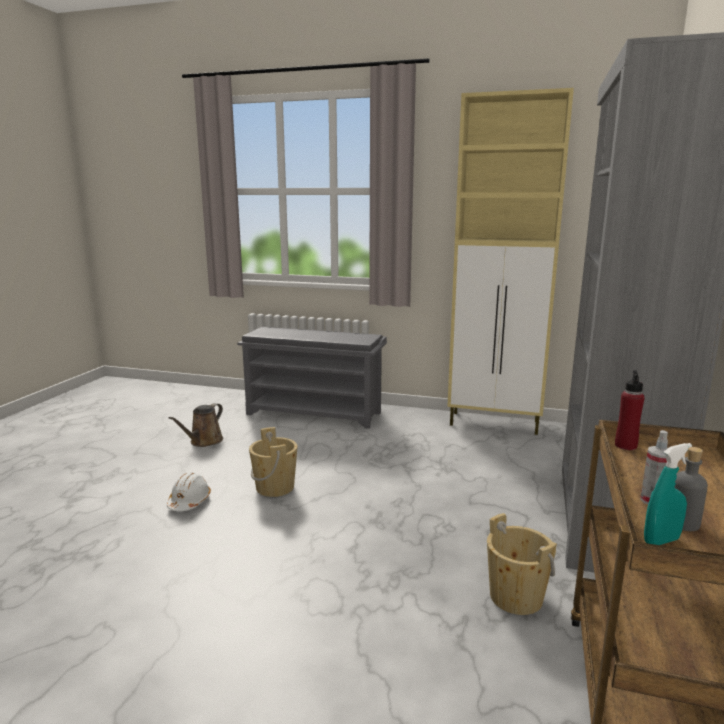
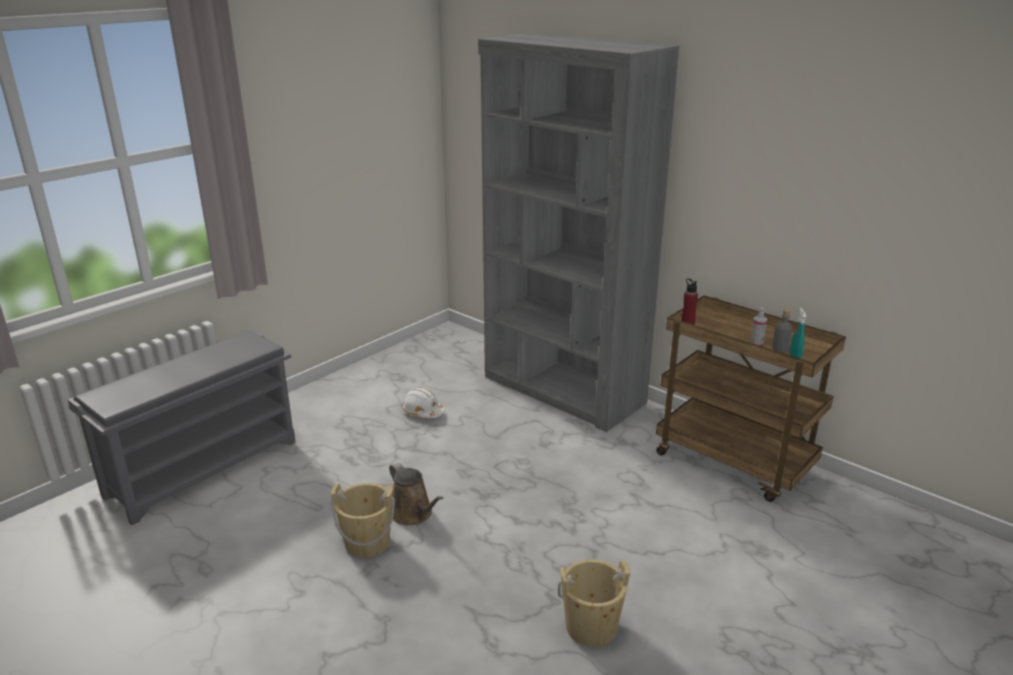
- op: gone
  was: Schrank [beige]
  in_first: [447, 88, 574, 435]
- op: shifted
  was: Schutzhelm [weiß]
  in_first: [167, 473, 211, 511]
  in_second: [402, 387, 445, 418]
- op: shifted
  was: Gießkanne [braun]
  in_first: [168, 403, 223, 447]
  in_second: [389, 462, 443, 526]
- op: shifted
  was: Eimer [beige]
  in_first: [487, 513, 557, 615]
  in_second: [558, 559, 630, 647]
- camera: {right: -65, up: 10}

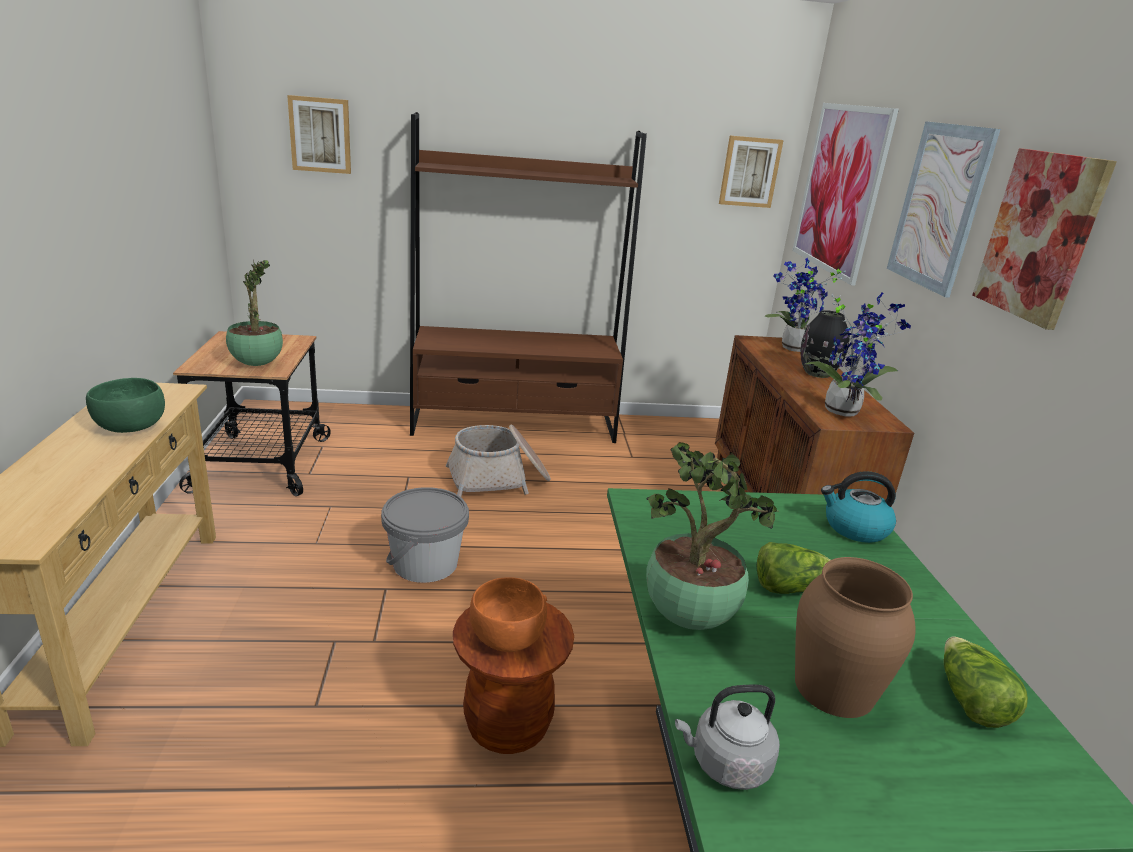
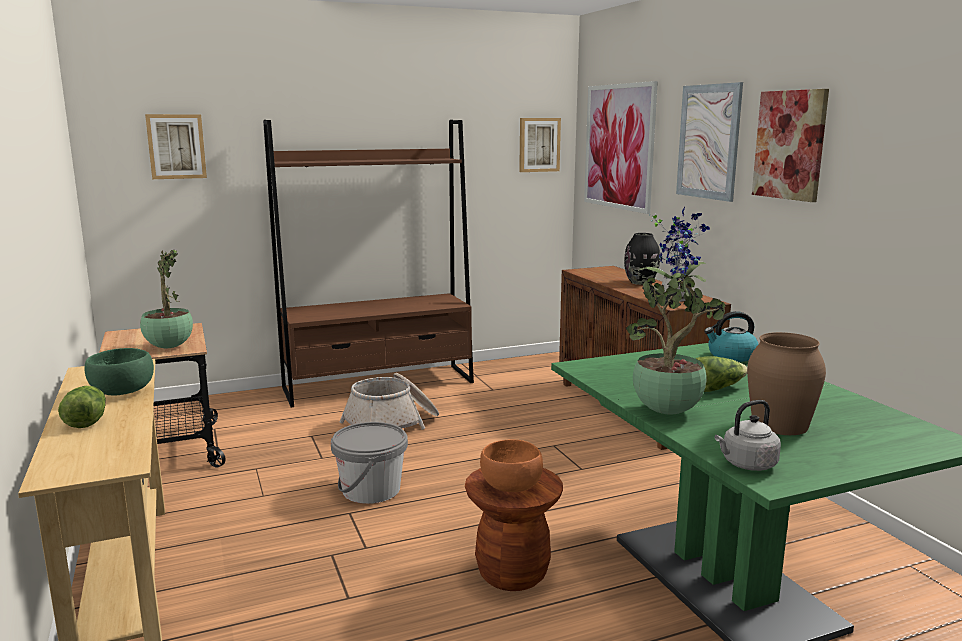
- op: gone
  was: Topfpflanze
  in_first: [765, 258, 846, 352]
- op: shifted
  was: Salatkopf
  in_first: [944, 636, 1028, 728]
  in_second: [58, 386, 106, 428]
- camera: {right: -15, up: -10}

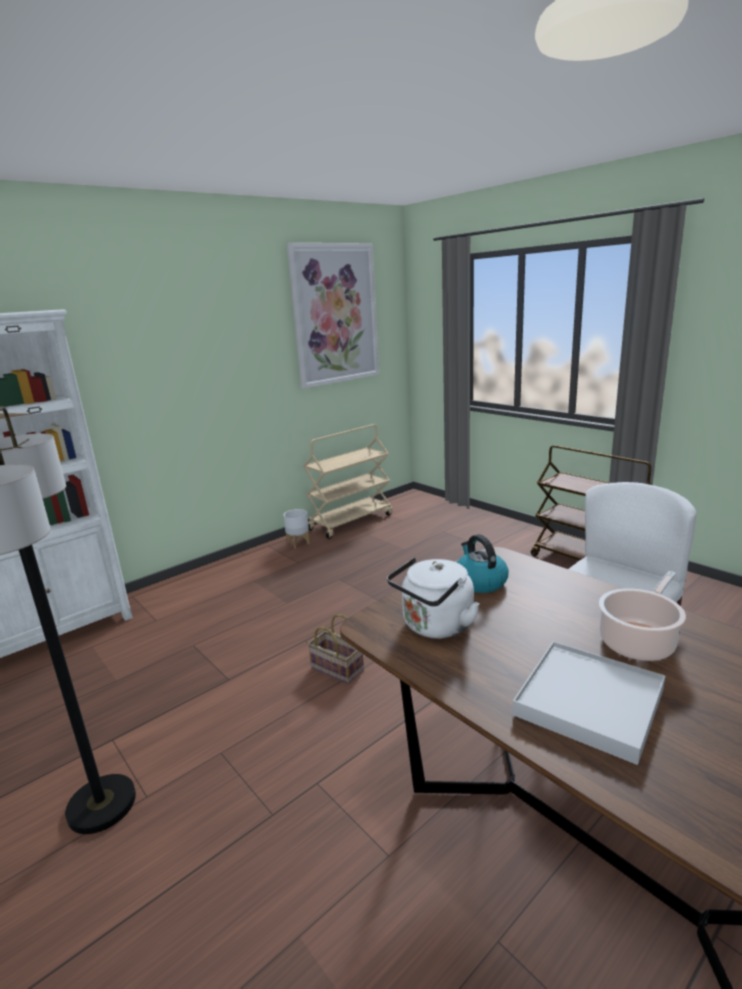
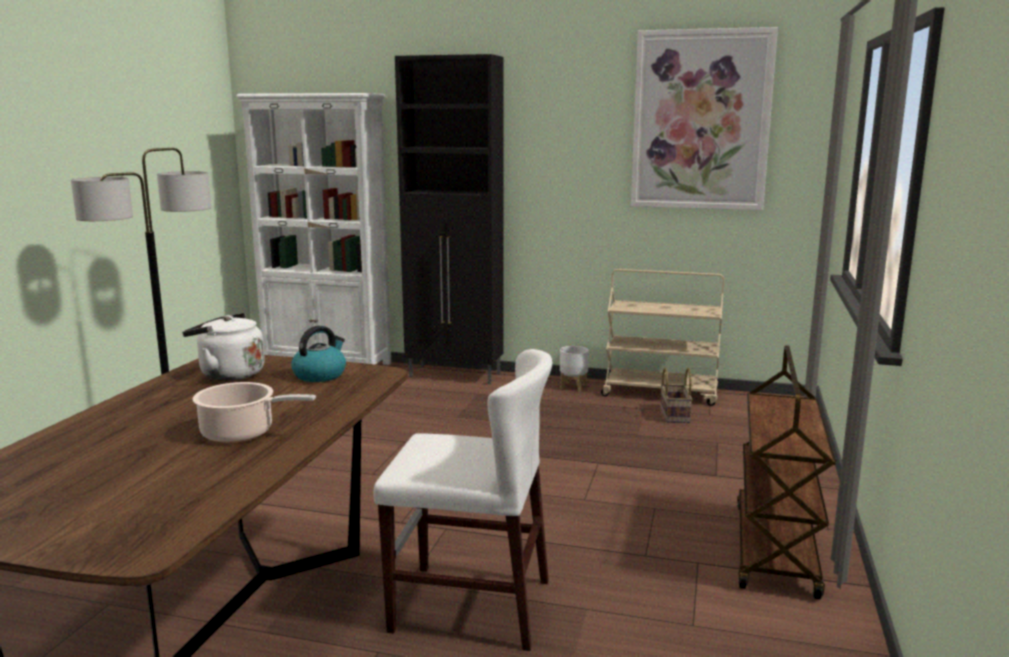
- op: gone
  was: Tablett [weiß]
  in_first: [513, 641, 665, 765]
- op: new
  now: Schrank [schwarz]
  in_second: [395, 54, 504, 384]
- op: shifted
  was: Korb
  in_first: [308, 614, 364, 684]
  in_second: [660, 368, 692, 423]
- camera: {right: 55, up: -5}

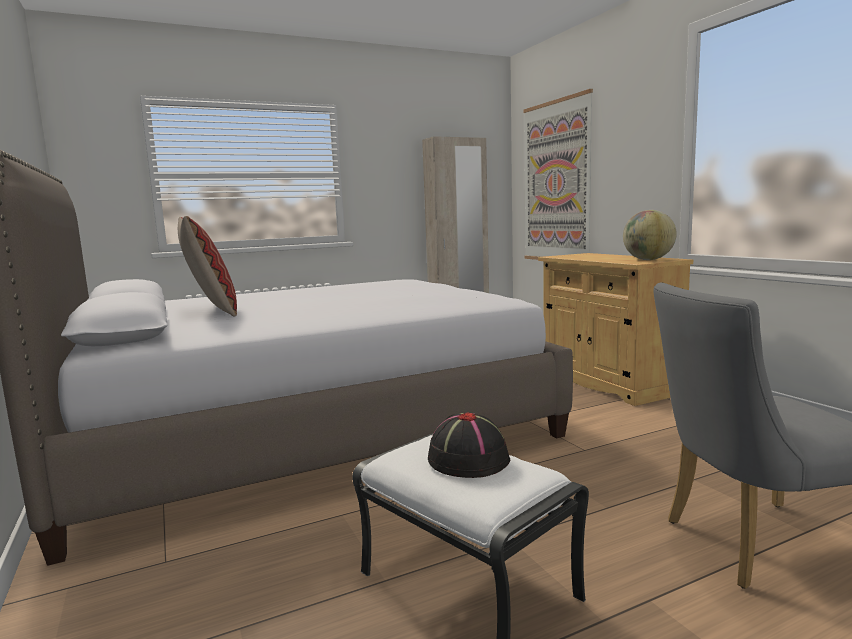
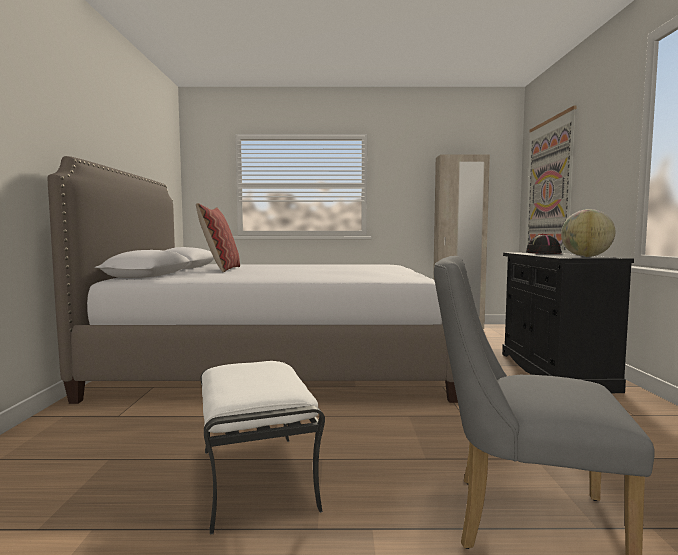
- op: shifted
  was: Hut [schwarz]
  in_first: [428, 412, 510, 478]
  in_second: [526, 234, 562, 254]
- op: repainted
  was: Schrank [beige]
  now: Schrank [schwarz]
  in_first: [538, 253, 693, 406]
  in_second: [502, 253, 634, 393]
- camera: {right: 25, up: -5}

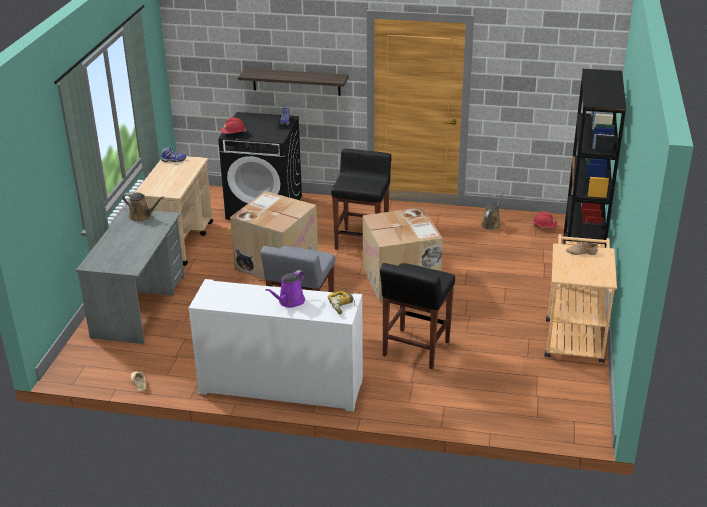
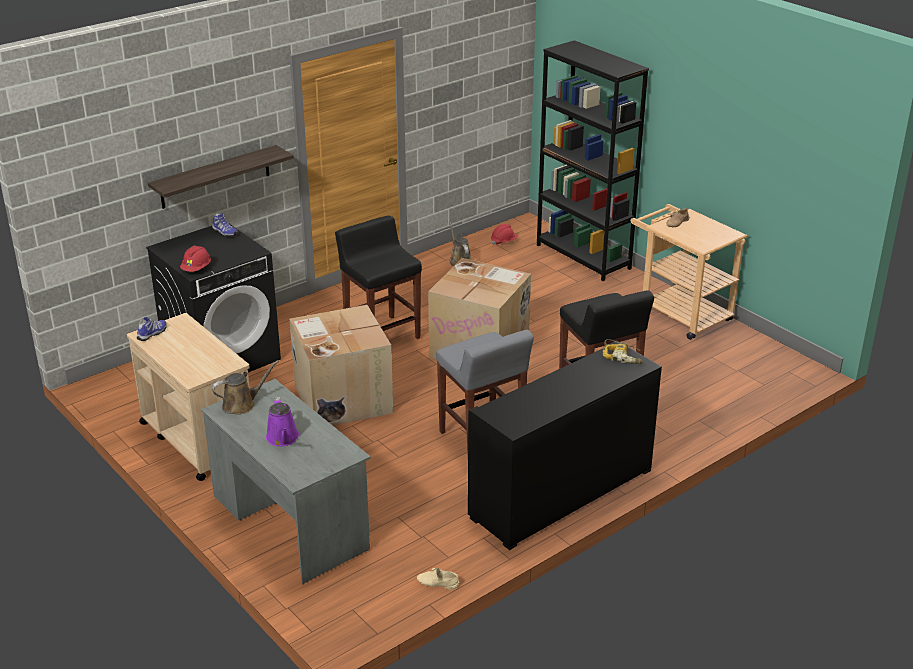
- op: shifted
  was: Gießkanne [lila]
  in_first: [265, 270, 305, 308]
  in_second: [266, 397, 299, 446]
- op: repainted
  was: Schrank [weiß]
  now: Schrank [schwarz]
  in_first: [189, 279, 363, 412]
  in_second: [468, 341, 662, 550]
- camera: {right: -50, up: 0}

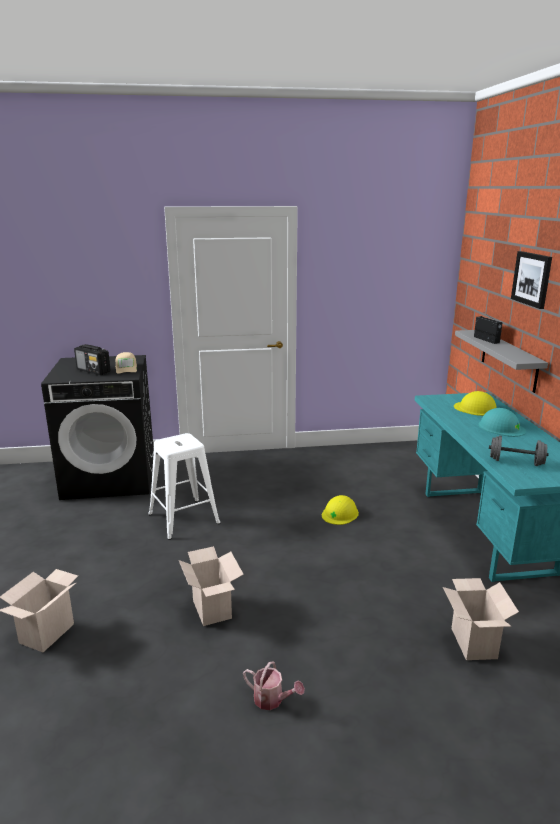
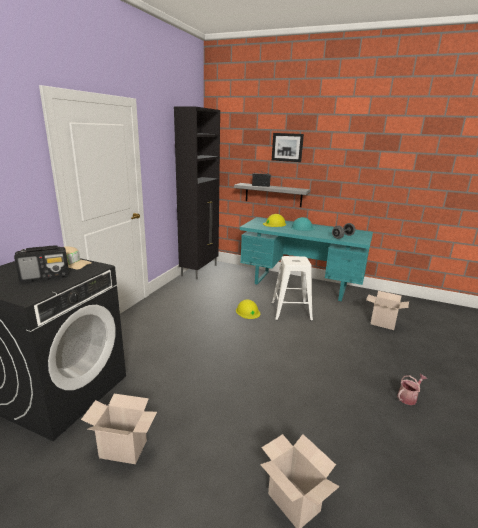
- op: new
  now: Schrank [schwarz]
  in_second: [174, 106, 220, 279]
- op: shifted
  was: Hocker [weiß]
  in_first: [148, 433, 221, 540]
  in_second: [272, 256, 313, 321]
- op: shifted
  was: Karton
  in_first: [179, 546, 244, 626]
  in_second: [81, 394, 157, 464]
- camera: {right: -60, up: 0}

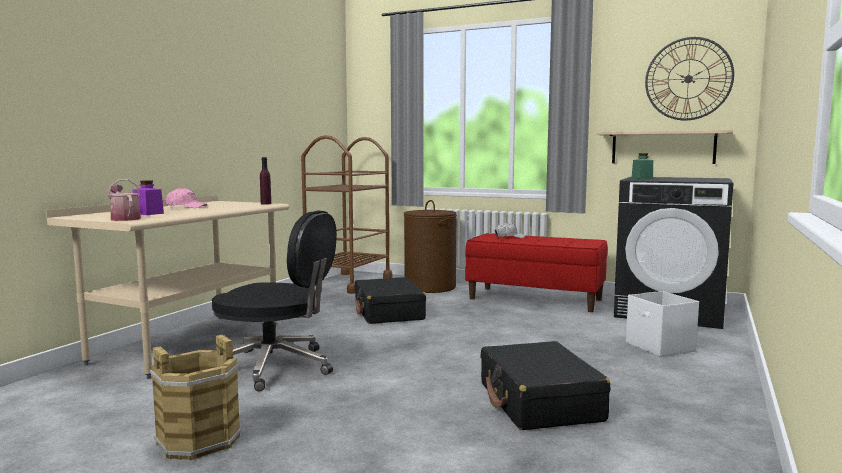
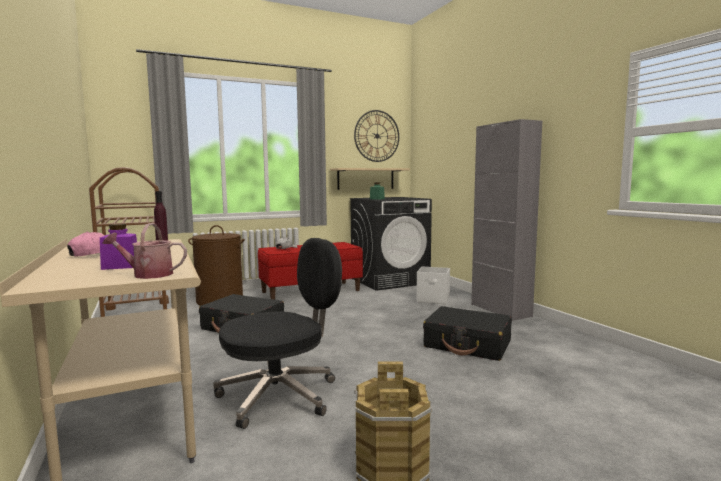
- op: new
  now: Schrank [grau]
  in_second: [471, 119, 542, 321]
- camera: {right: -50, up: 0}

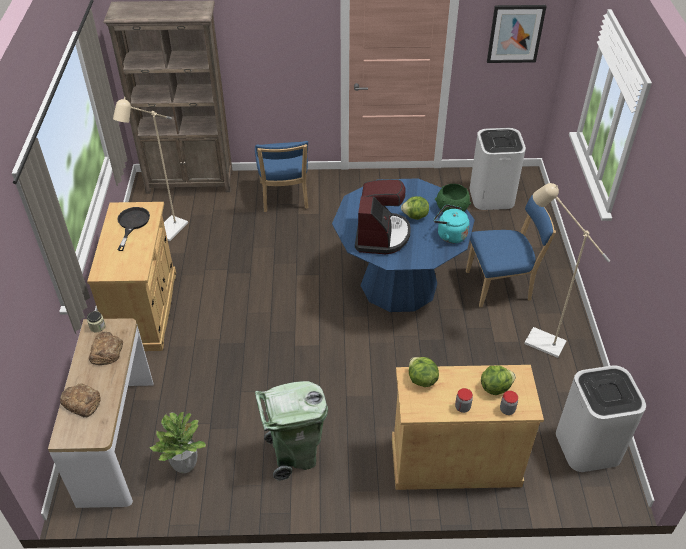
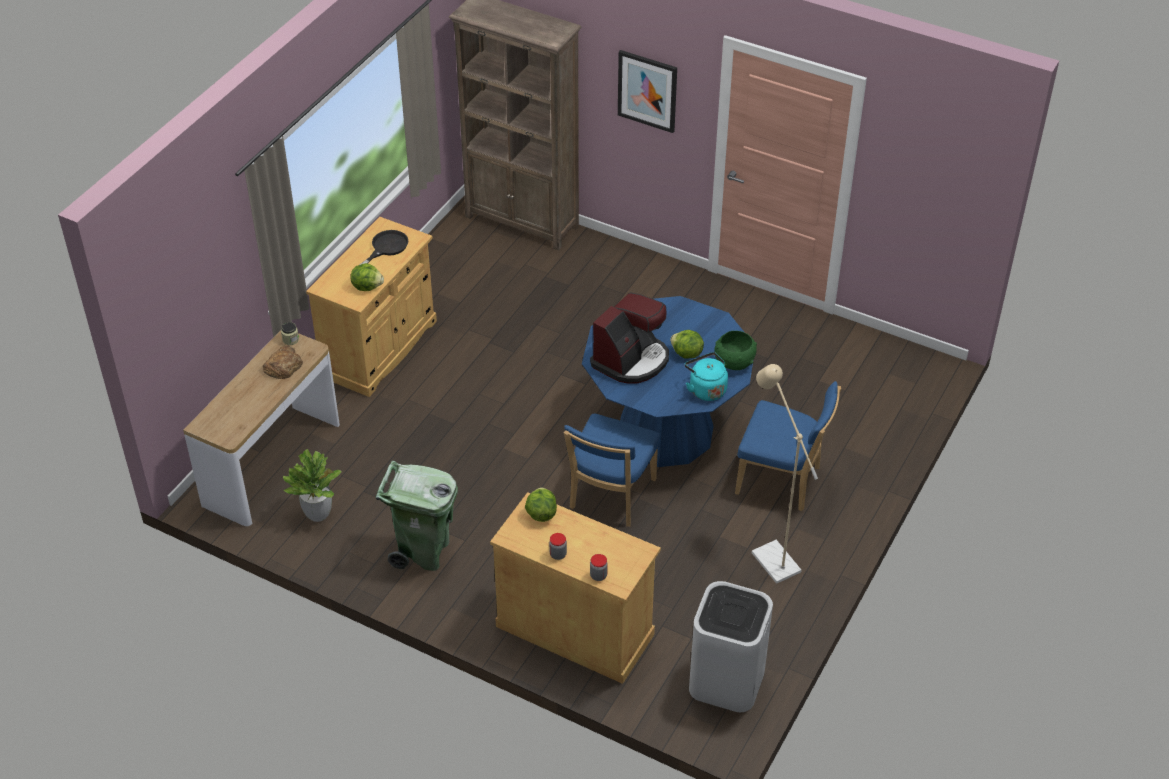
- op: gone
  was: Brot
  in_first: [60, 383, 101, 417]
- op: gone
  was: Stehlampe [beige]
  in_first: [113, 97, 188, 241]
- op: gone
  was: Mülleimer [weiß]
  in_first: [470, 128, 526, 210]
- op: shifted
  was: Stuhl [blau]
  in_first: [255, 141, 308, 212]
  in_second: [564, 414, 661, 527]
- op: shifted
  was: Salatkopf
  in_first: [481, 366, 516, 395]
  in_second: [350, 263, 384, 291]
- op: shifted
  was: Bild
  in_first: [487, 5, 547, 63]
  in_second: [618, 50, 677, 133]
- camera: {right: 30, up: 0}

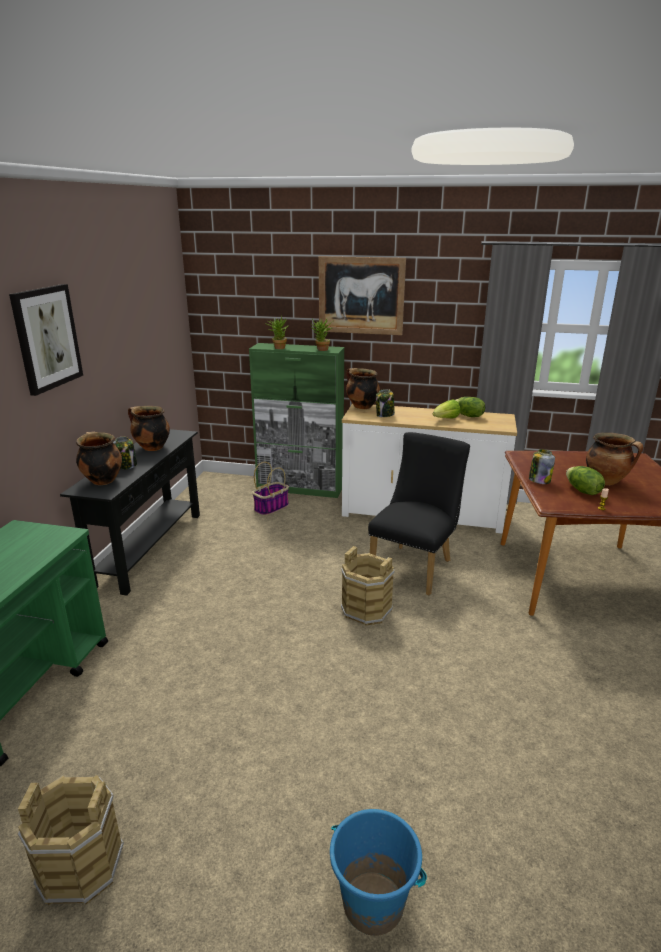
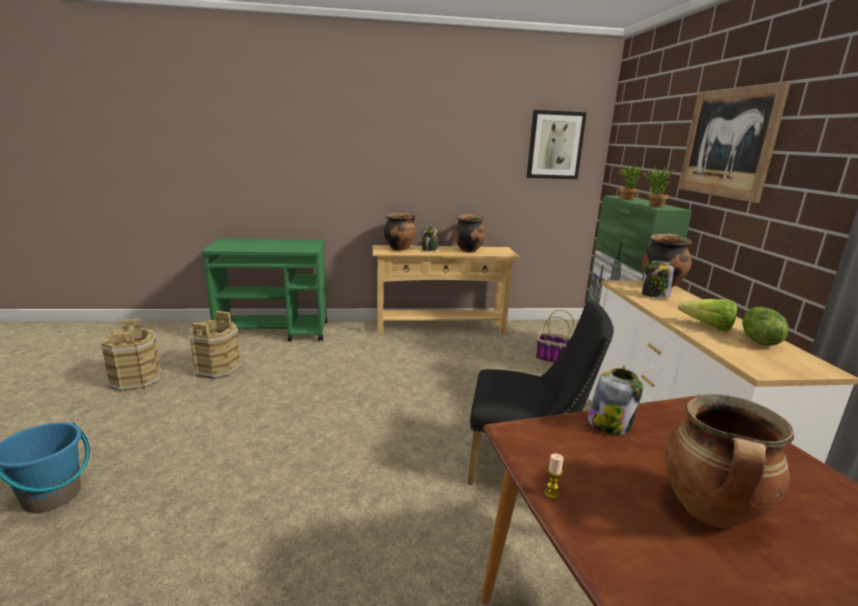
- op: gone
  was: Salatkopf
  in_first: [566, 466, 605, 495]
- op: shifted
  was: Bild
  in_first: [9, 284, 83, 396]
  in_second: [527, 110, 587, 179]
- op: shifted
  was: Eimer [braun]
  in_first: [341, 546, 395, 626]
  in_second: [188, 311, 242, 379]
- op: repainted
  was: Konsolentisch [schwarz]
  now: Konsolentisch [beige]
  in_first: [60, 429, 200, 596]
  in_second: [373, 245, 520, 335]
- camera: {right: 70, up: -5}

